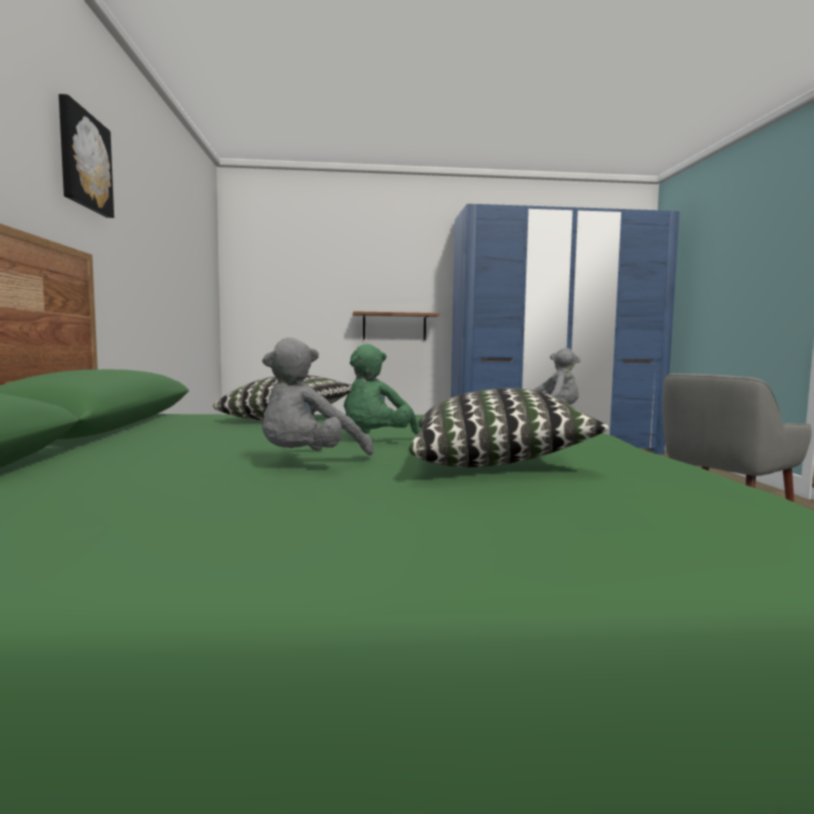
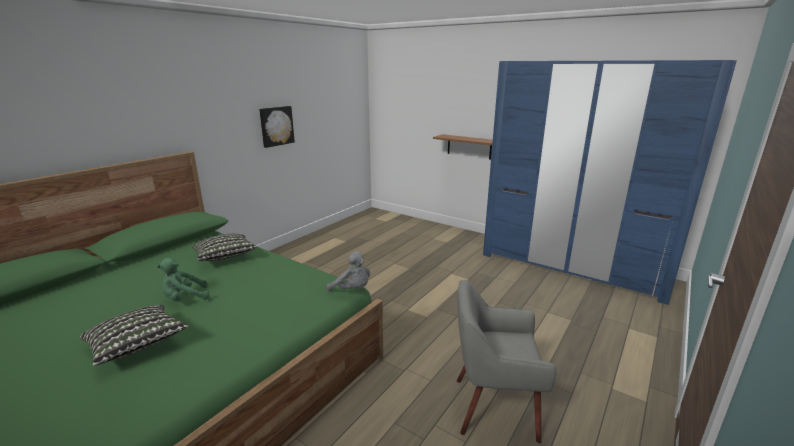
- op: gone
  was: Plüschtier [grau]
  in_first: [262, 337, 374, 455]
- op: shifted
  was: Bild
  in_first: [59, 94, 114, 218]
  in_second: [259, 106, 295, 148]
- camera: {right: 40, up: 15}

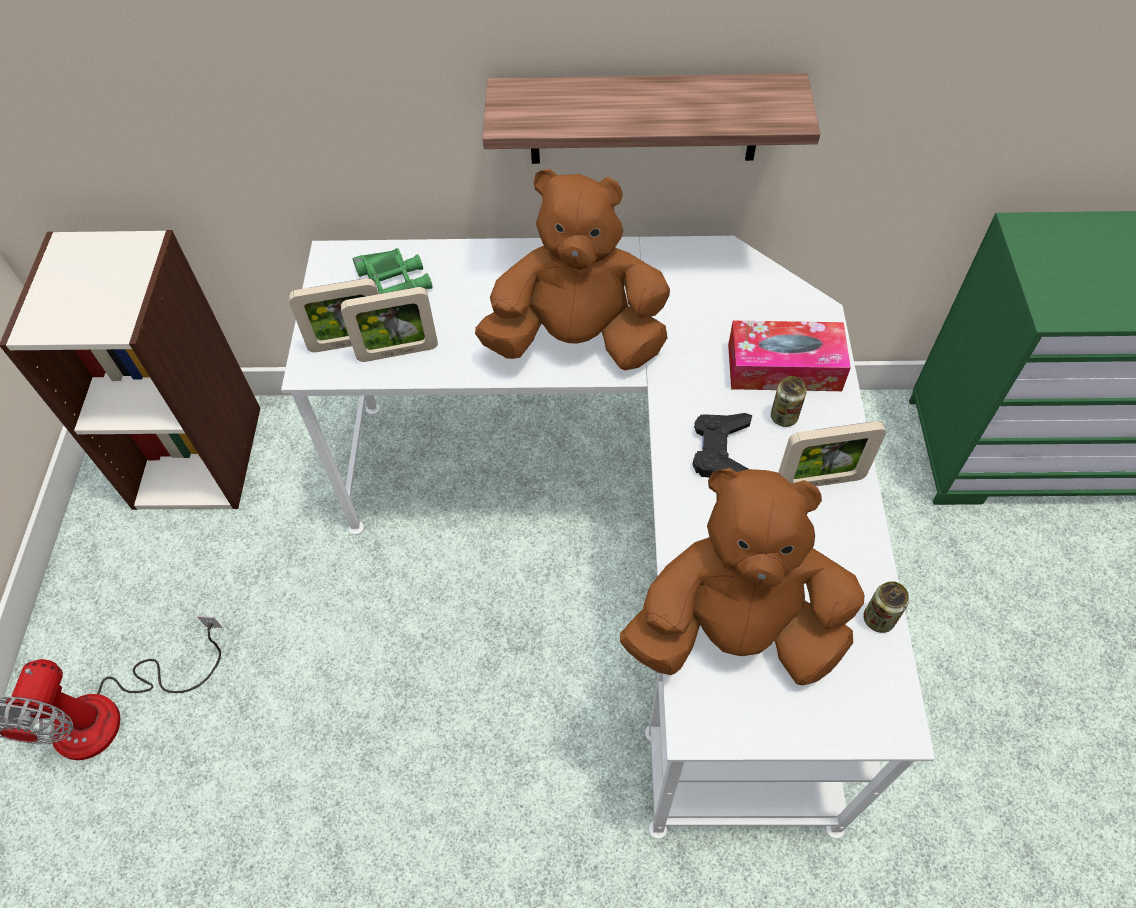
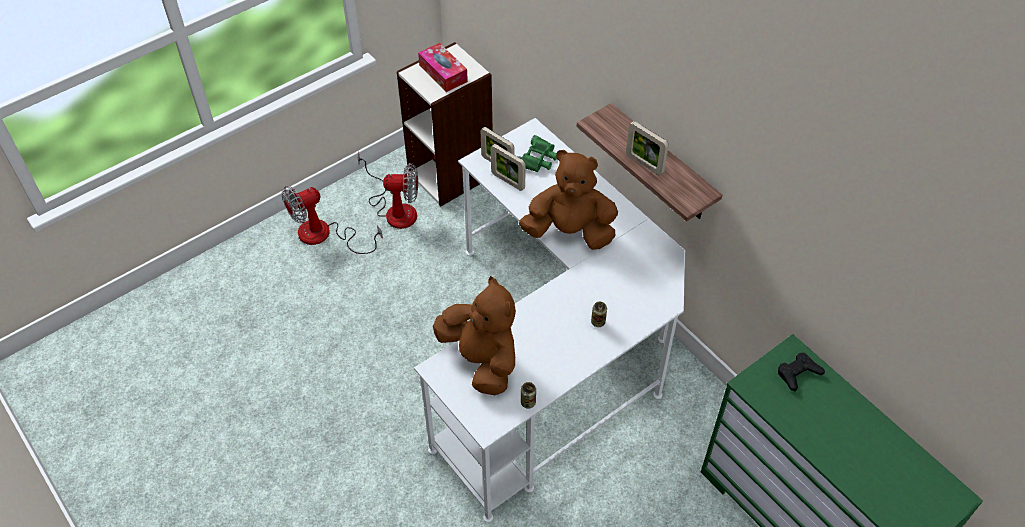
- op: new
  now: Ventilator
  in_second: [357, 151, 418, 229]
- op: shifted
  was: Gamepad [schwarz]
  in_first: [692, 413, 752, 478]
  in_second: [778, 353, 825, 392]
- op: shifted
  was: Taschentuchbox
  in_first: [728, 321, 851, 391]
  in_second: [418, 43, 468, 92]
- op: shifted
  was: Bilderrahmen
  in_first: [778, 421, 886, 487]
  in_second: [626, 121, 669, 176]
- op: rotated
  was: Plüschtier [braun]
  in_first: [475, 169, 670, 370]
  in_second: [519, 150, 618, 250]
  clockwise: -45
- camera: {right: 50, up: -5}

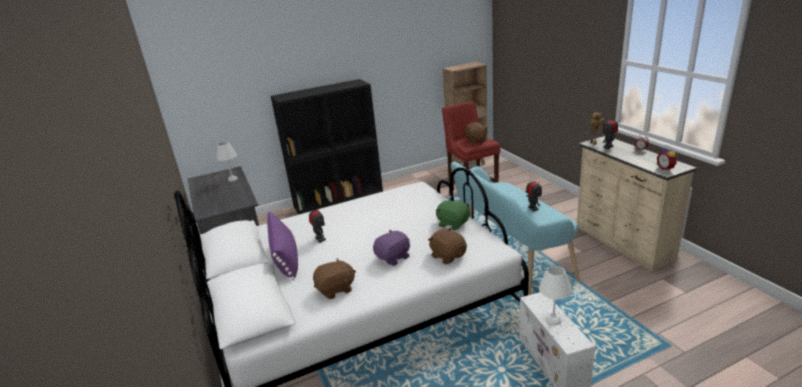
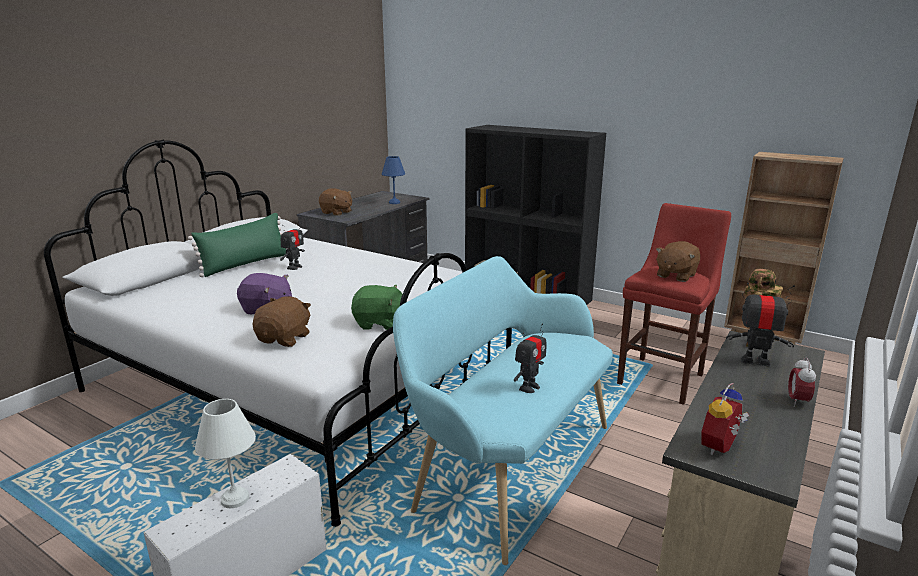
- op: shifted
  was: Plüschtier [braun]
  in_first: [313, 258, 356, 299]
  in_second: [319, 188, 352, 216]
- op: repainted
  was: Tischlampe [weiß]
  now: Tischlampe [blau]
  in_first: [216, 142, 238, 182]
  in_second: [382, 156, 405, 204]
- op: repainted
  was: Kissen [lila]
  now: Kissen [grün]
  in_first: [267, 211, 298, 280]
  in_second: [188, 213, 287, 277]
- op: rotated
  was: Plüschtier [grün]
  in_first: [436, 199, 470, 231]
  in_second: [351, 285, 403, 330]
  clockwise: 90
- camera: {right: 55, up: -5}

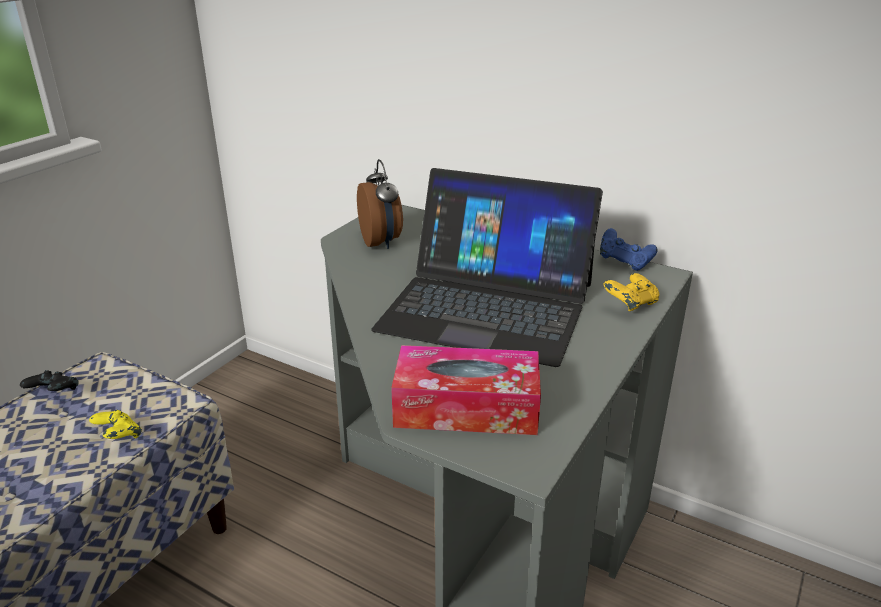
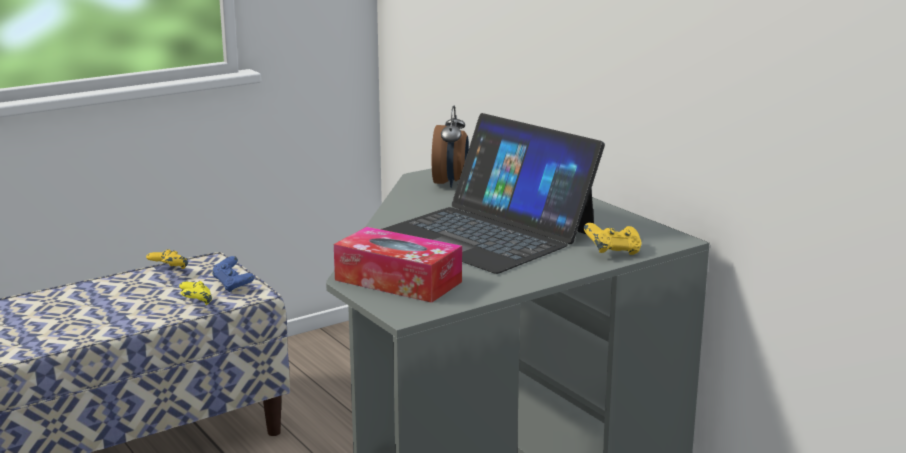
- op: shifted
  was: Gamepad [blau]
  in_first: [600, 228, 658, 271]
  in_second: [212, 256, 255, 292]
- op: repainted
  was: Gamepad [schwarz]
  now: Gamepad [gelb]
  in_first: [20, 370, 78, 391]
  in_second: [146, 249, 188, 269]
- camera: {right: 25, up: -10}

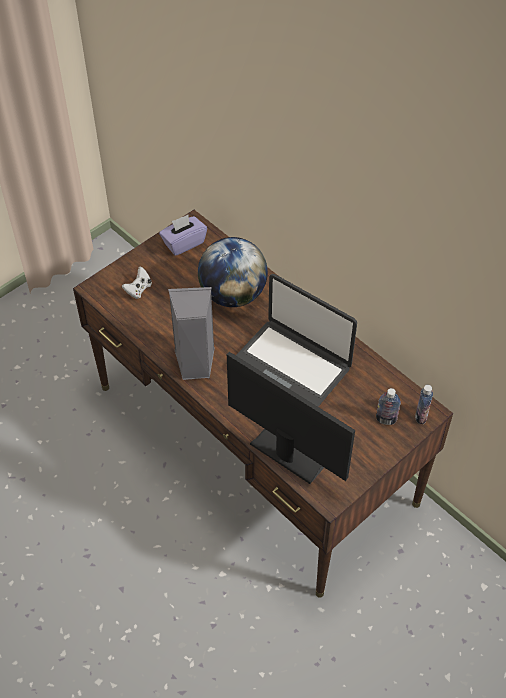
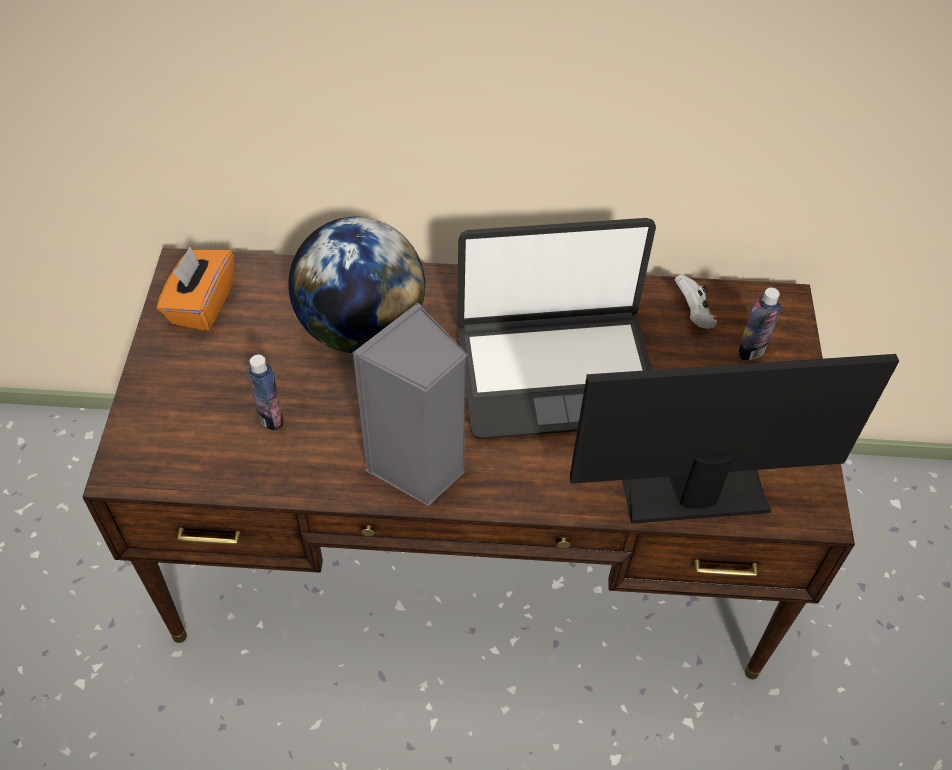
- op: shifted
  was: Gamepad [weiß]
  in_first: [122, 267, 152, 299]
  in_second: [675, 274, 717, 329]
- op: shifted
  was: Flasche
  in_first: [415, 385, 433, 424]
  in_second: [247, 355, 283, 431]
- op: repainted
  was: Taschentuchbox [lila]
  now: Taschentuchbox [orange]
  in_first: [159, 215, 207, 256]
  in_second: [157, 247, 234, 331]
- camera: {right: -45, up: 0}

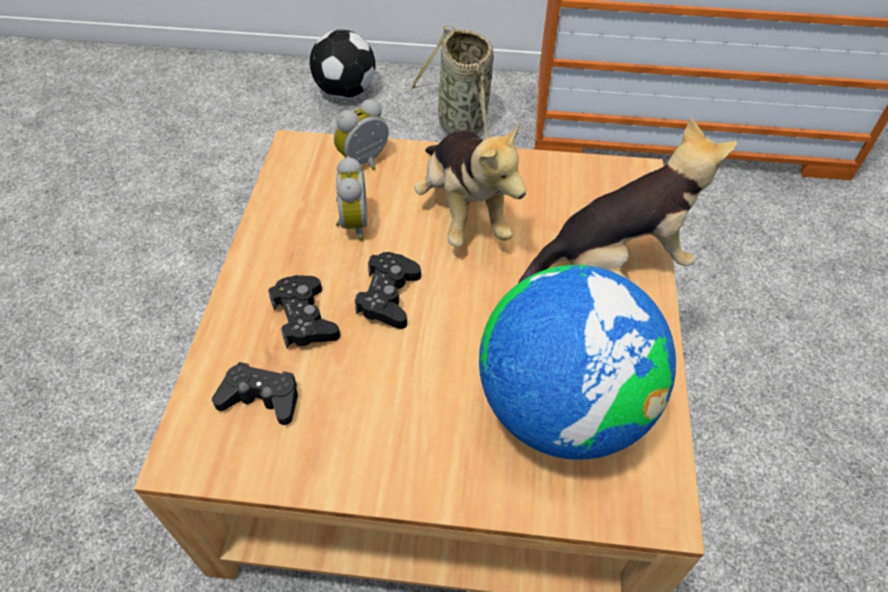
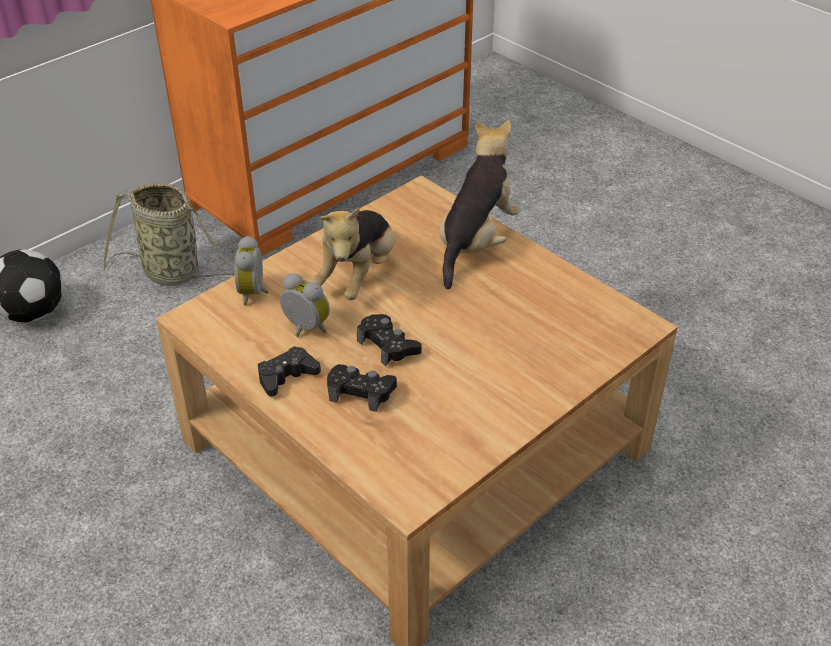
- op: gone
  was: Globus
  in_first: [479, 265, 676, 460]
- op: shifted
  was: Gamepad [schwarz]
  in_first: [212, 362, 298, 425]
  in_second: [258, 346, 321, 396]
- op: rotated
  was: Plüschtier
  in_first: [415, 123, 526, 247]
  in_second: [312, 208, 395, 300]
  clockwise: 90
- camera: {right: -50, up: -10}

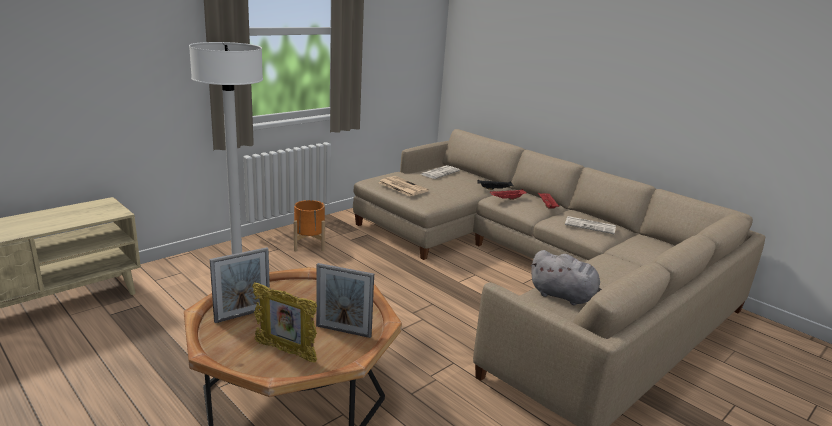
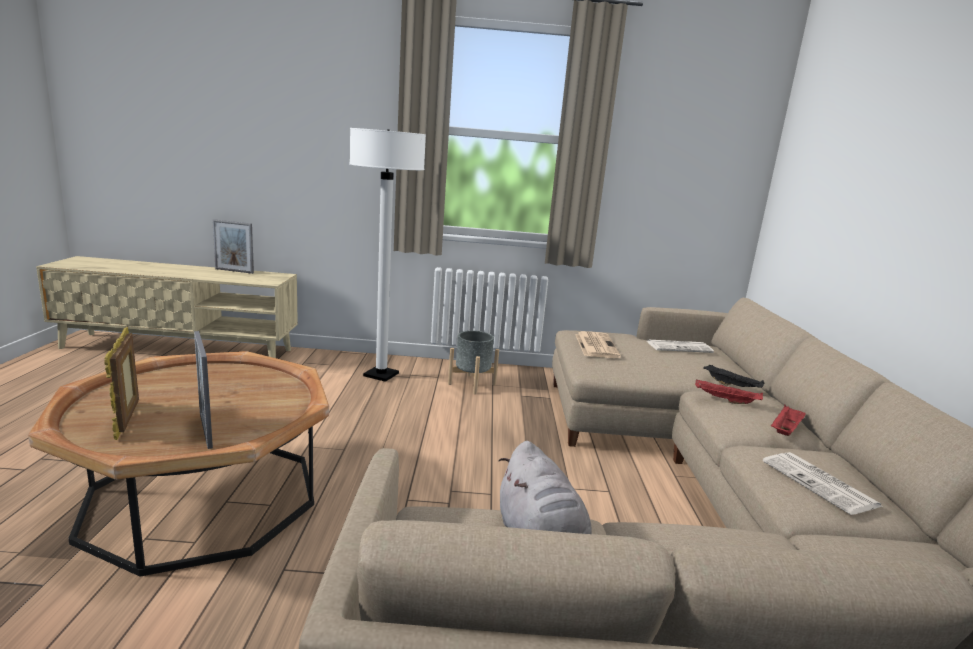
- op: shifted
  was: Bilderrahmen
  in_first: [210, 247, 270, 323]
  in_second: [212, 219, 254, 274]
- op: repainted
  was: Pflanzkübel [orange]
  now: Pflanzkübel [grau]
  in_first: [294, 200, 325, 251]
  in_second: [448, 331, 499, 395]
- camera: {right: 45, up: -5}

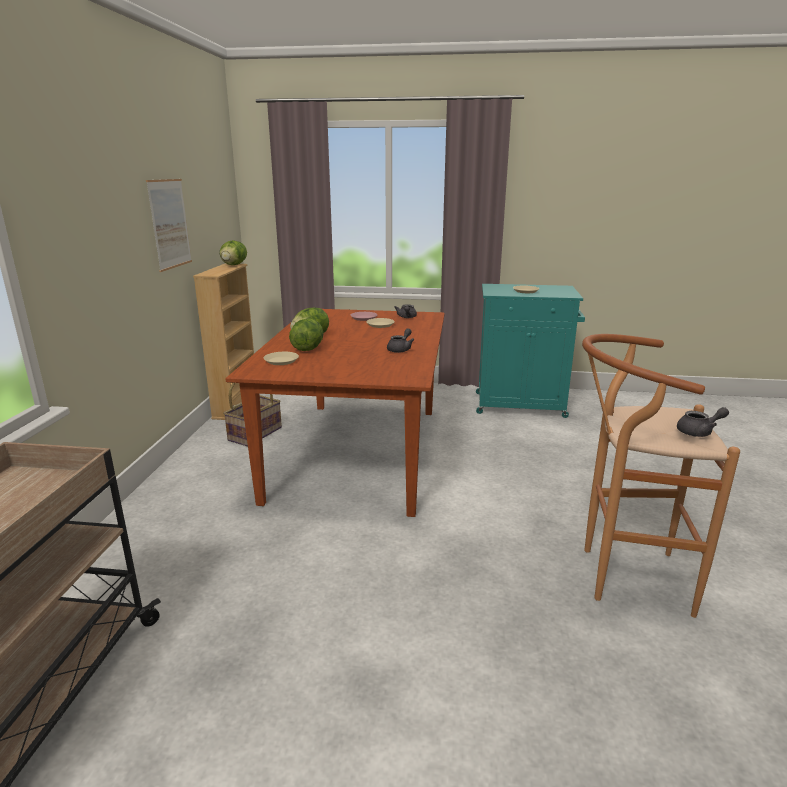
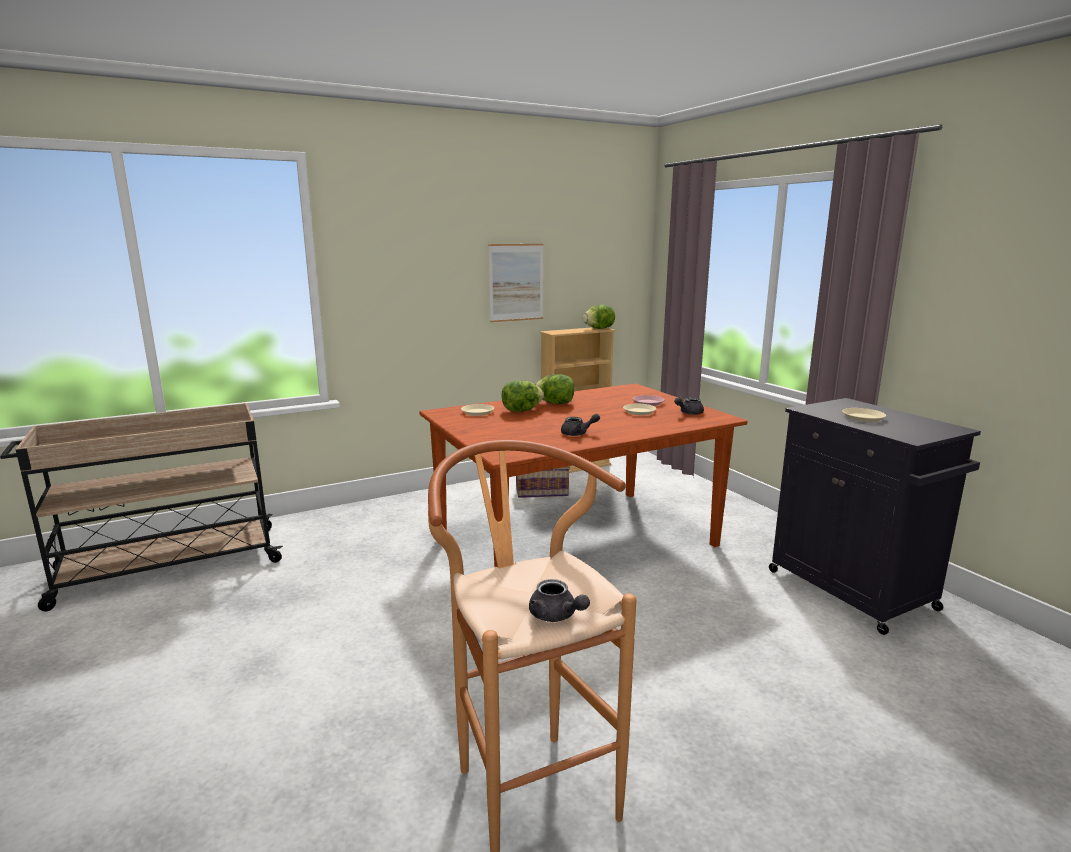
- op: repainted
  was: Schrank [türkis]
  now: Schrank [schwarz]
  in_first: [476, 284, 585, 418]
  in_second: [769, 398, 981, 635]
- camera: {right: 55, up: -5}

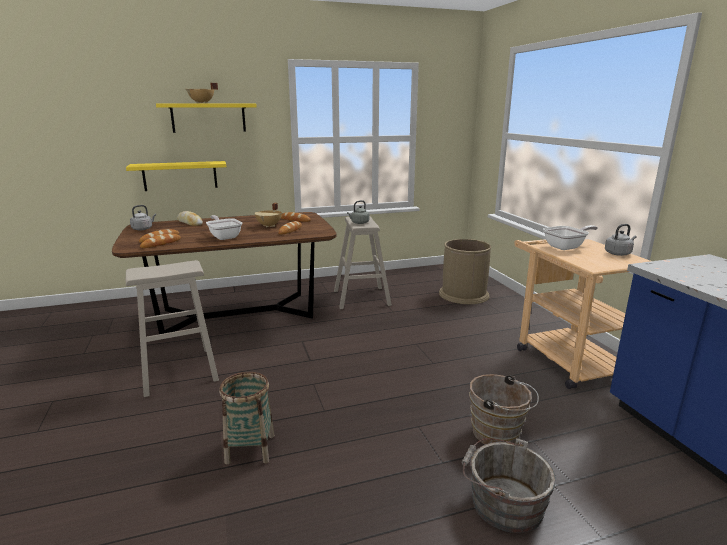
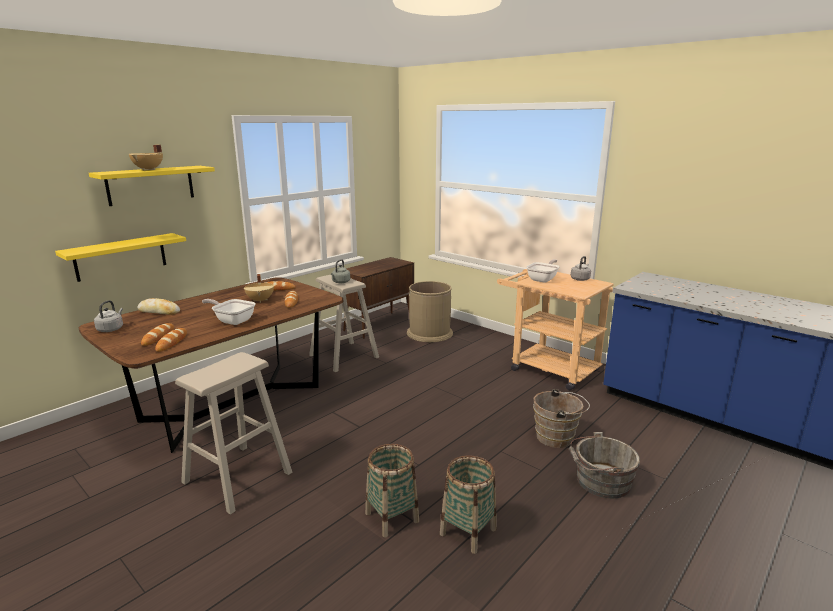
- op: new
  now: Schrank [braun]
  in_second: [343, 257, 414, 339]
- op: new
  now: Korb
  in_second: [440, 456, 496, 554]
- camera: {right: -30, up: 0}

